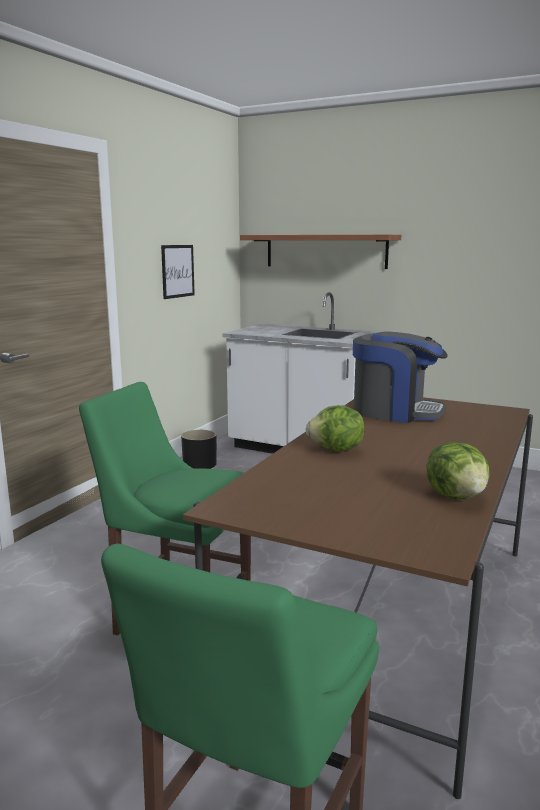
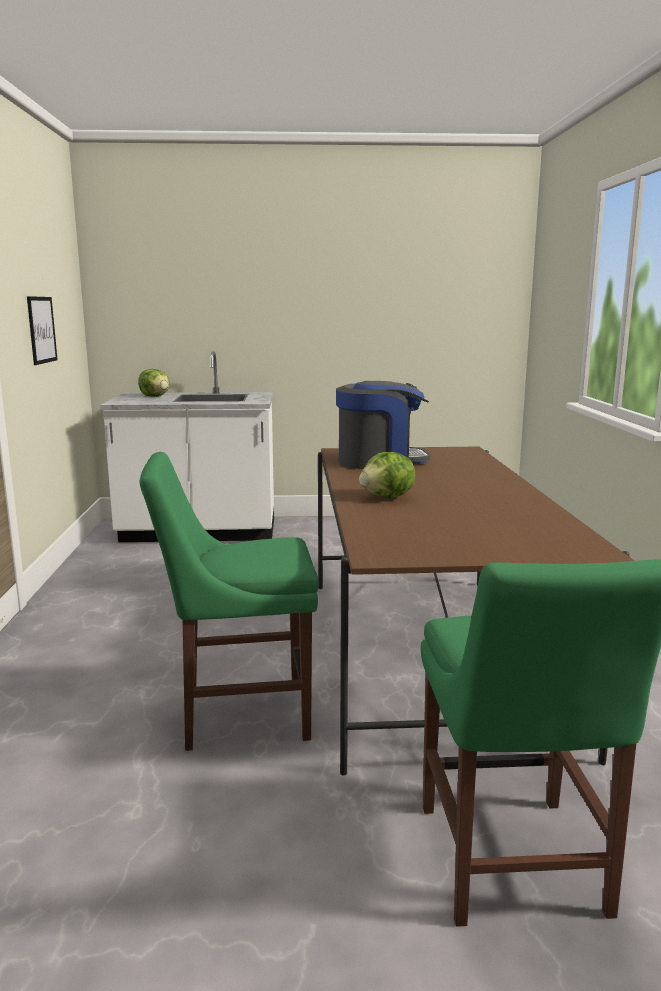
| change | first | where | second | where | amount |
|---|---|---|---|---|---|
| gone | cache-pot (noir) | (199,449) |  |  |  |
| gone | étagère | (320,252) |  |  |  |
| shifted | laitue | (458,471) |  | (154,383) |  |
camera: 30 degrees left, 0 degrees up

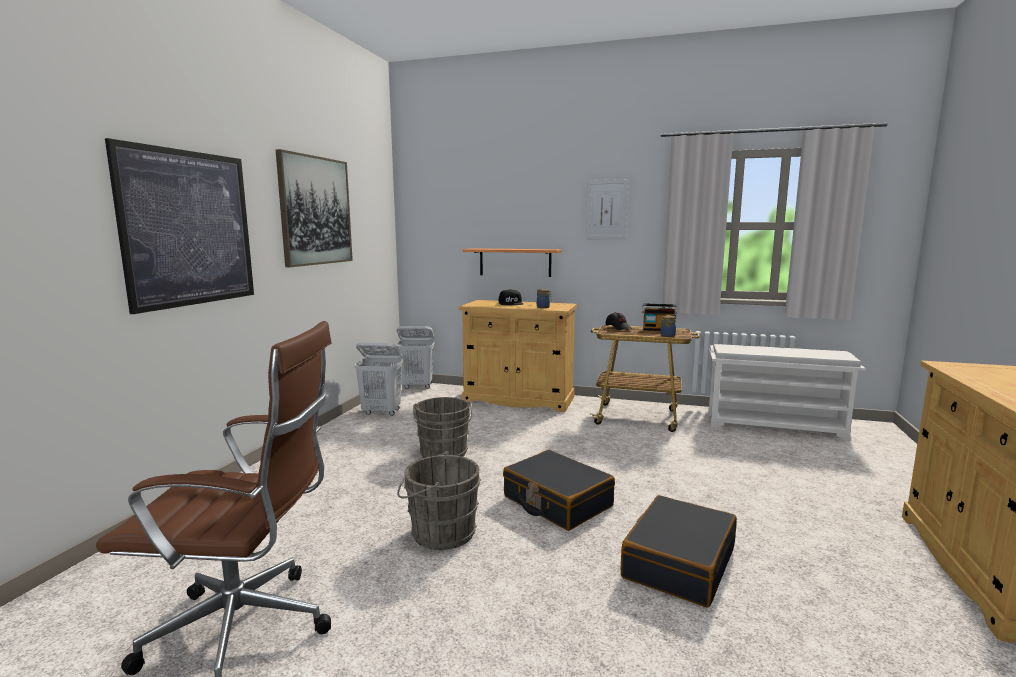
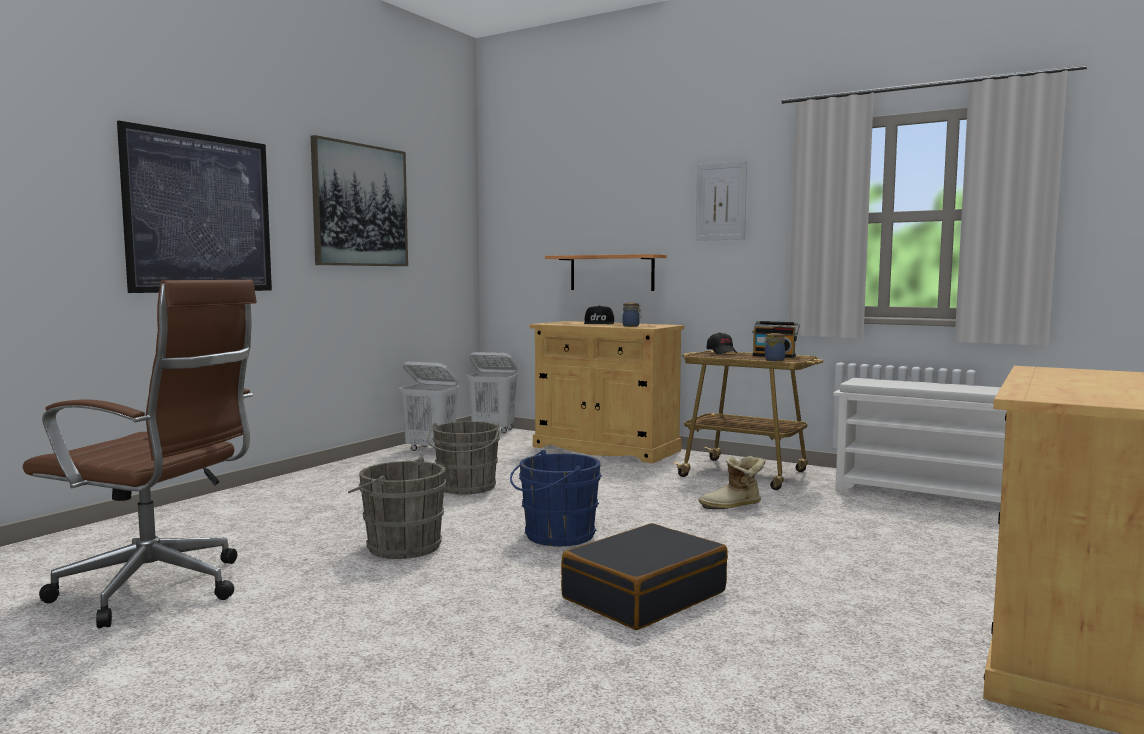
| change | first | where | second | where | amount |
|---|---|---|---|---|---|
| new |  |  | botte | (732,482) |  |
| swapped | valise (noir) | (559,490) | seau (bleu) | (556,498) |  |
camera: 15 degrees right, 5 degrees down

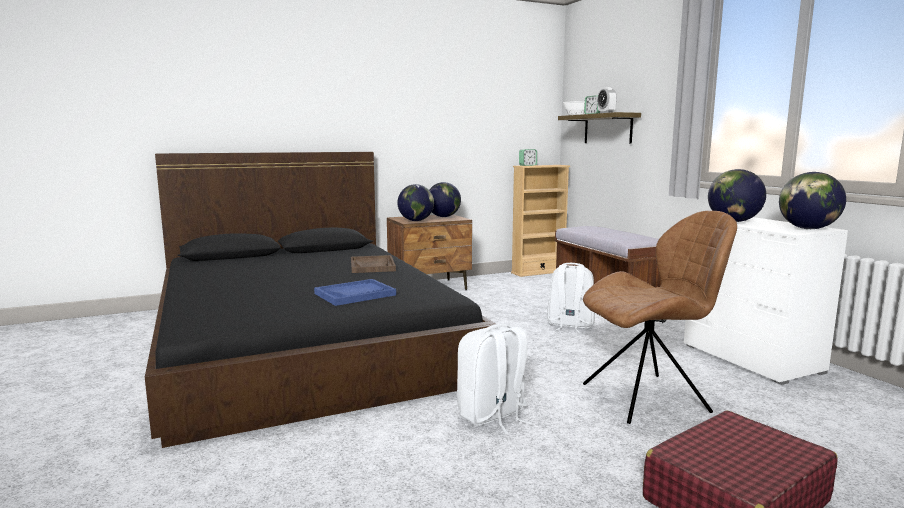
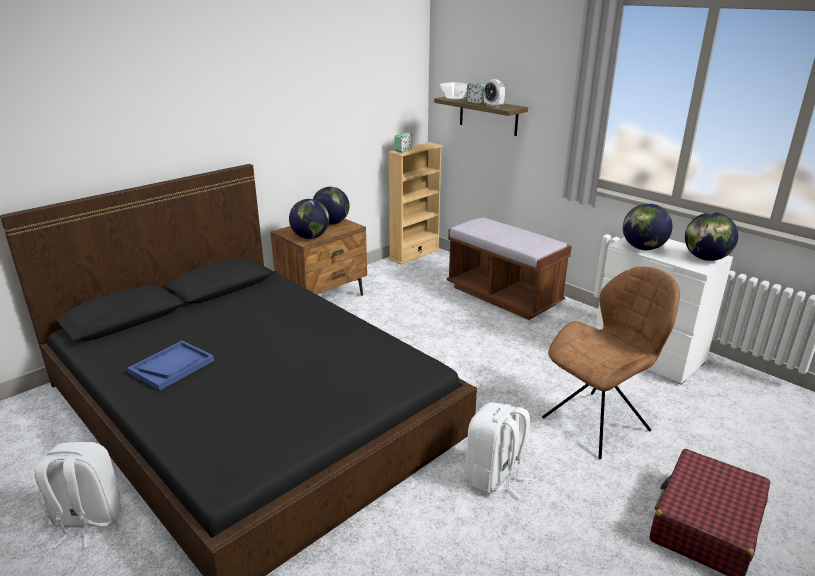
| change | first | where | second | where | amount |
|---|---|---|---|---|---|
| gone | plateau (marron) | (373,264) |  |  |  |
| shifted | plateau (bleu) | (355,292) |  | (170,366) |  |
| shifted | sac à dos (blanc) | (571,298) |  | (78,495) |  |
camera: 20 degrees left, 15 degrees up

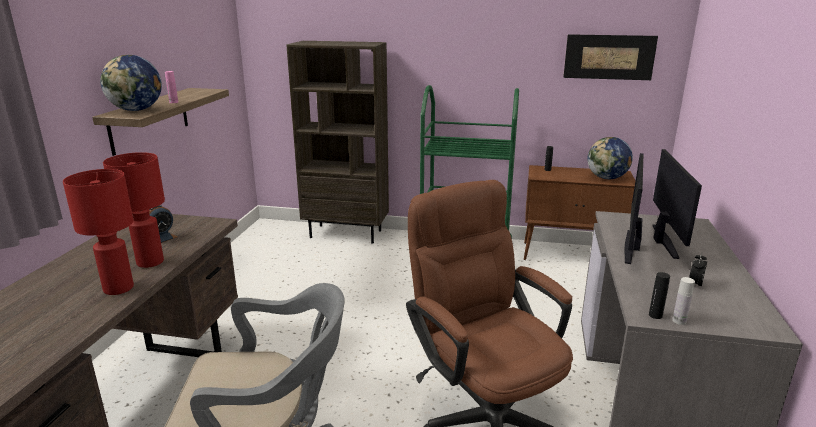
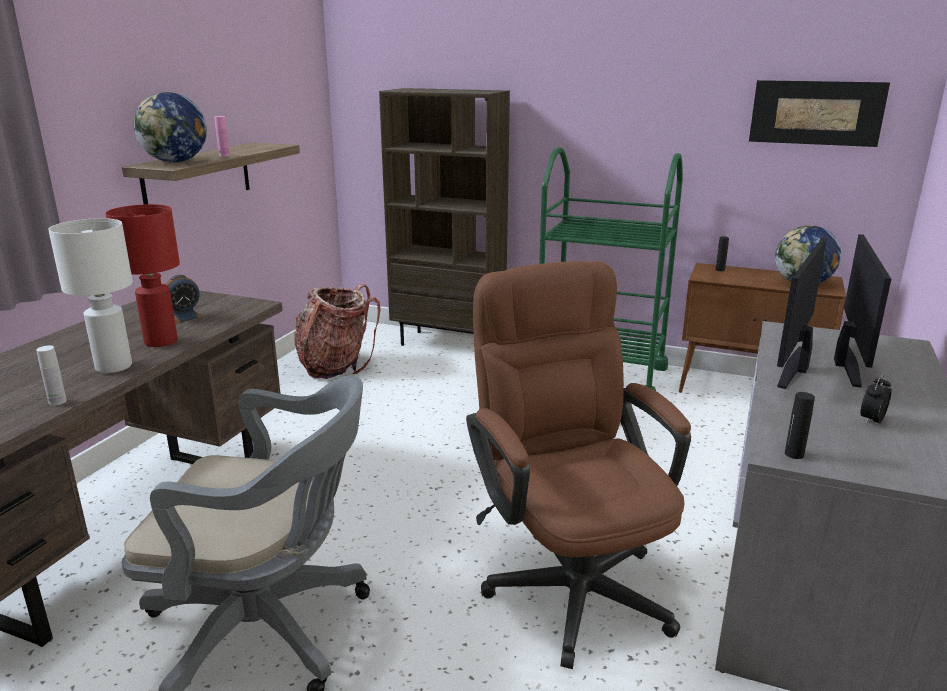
| change | first | where | second | where | amount |
|---|---|---|---|---|---|
| new |  |  | sac à dos | (337,331) |  |
| shifted | bouteille (blanc) | (683,301) |  | (51,375) |  |
| repainted | lampe de table (rouge) | (98,232) | lampe de table (blanc) | (90,295) |  |
camera: 10 degrees right, 0 degrees up

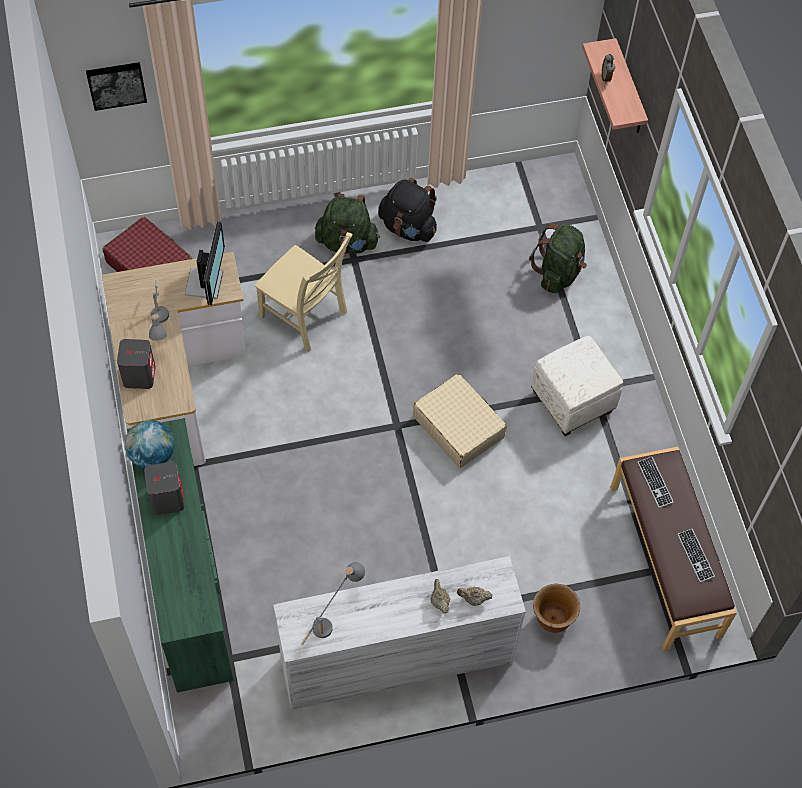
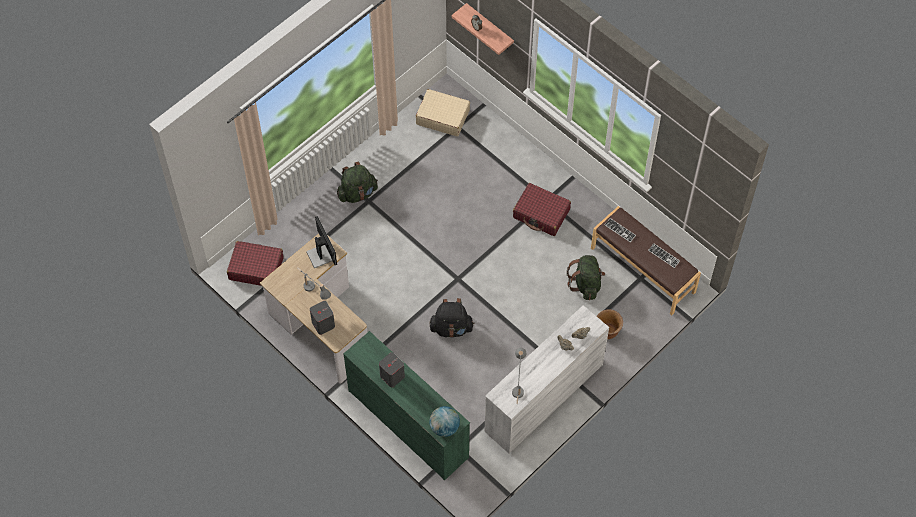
| change | first | where | second | where | amount |
|---|---|---|---|---|---|
| gone | tableau | (116,86) |  |  |  |
| gone | chaise (beige) | (303,292) |  |  |  |
| shifted | globe | (149,444) |  | (444,421) |  |
| shifted | sac à dos (noir) | (407,210) |  | (451,317) |  |
| shifted | valise (beige) | (460,421) |  | (443,112) |  |
| shifted | sac à dos (vert) | (558,258) |  | (586,277) |  |
| swapped | pouf (blanc) | (577,386) | valise (rouge) | (542,209) |  |
camera: 30 degrees left, 0 degrees up

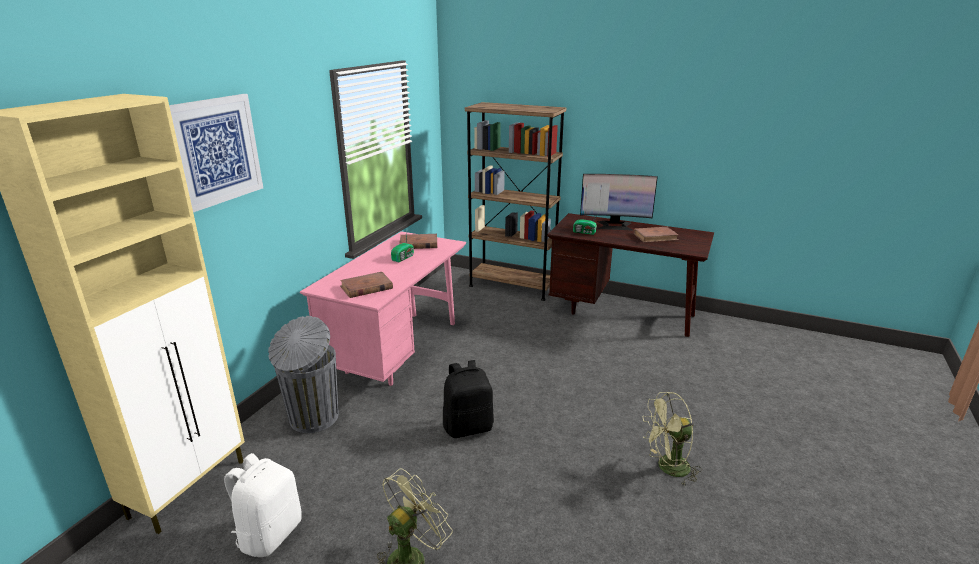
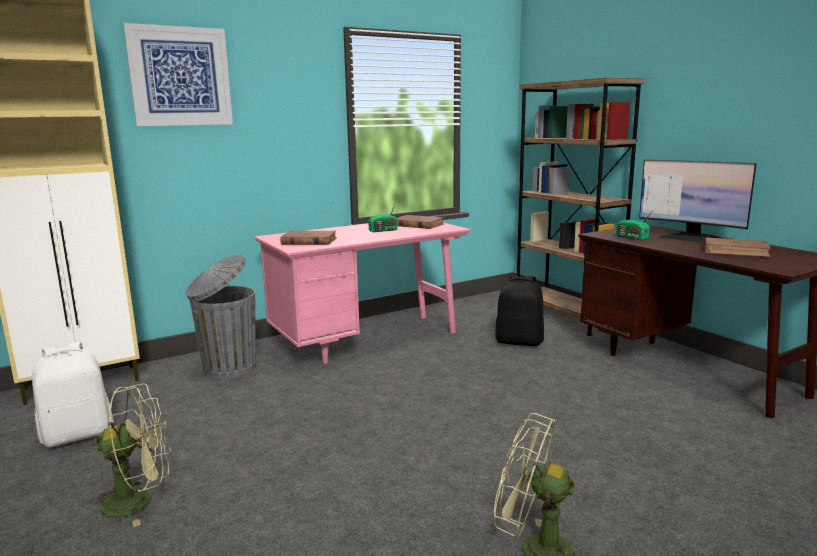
| change | first | where | second | where | amount |
|---|---|---|---|---|---|
| shifted | sac à dos (noir) | (468,399) |  | (519,310) |  |
camera: 35 degrees right, 10 degrees down

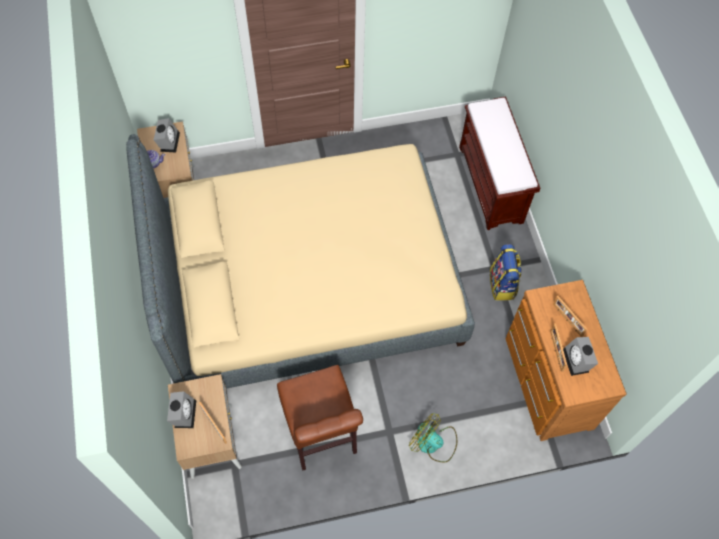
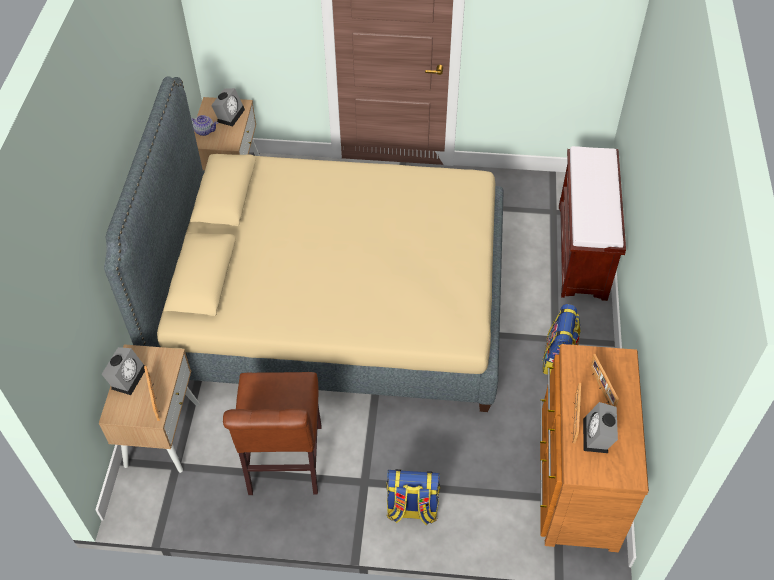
| change | first | where | second | where | amount |
|---|---|---|---|---|---|
| swapped | ventilateur | (433,437) | sac à dos | (413,497) |  |
camera: 20 degrees right, 10 degrees down

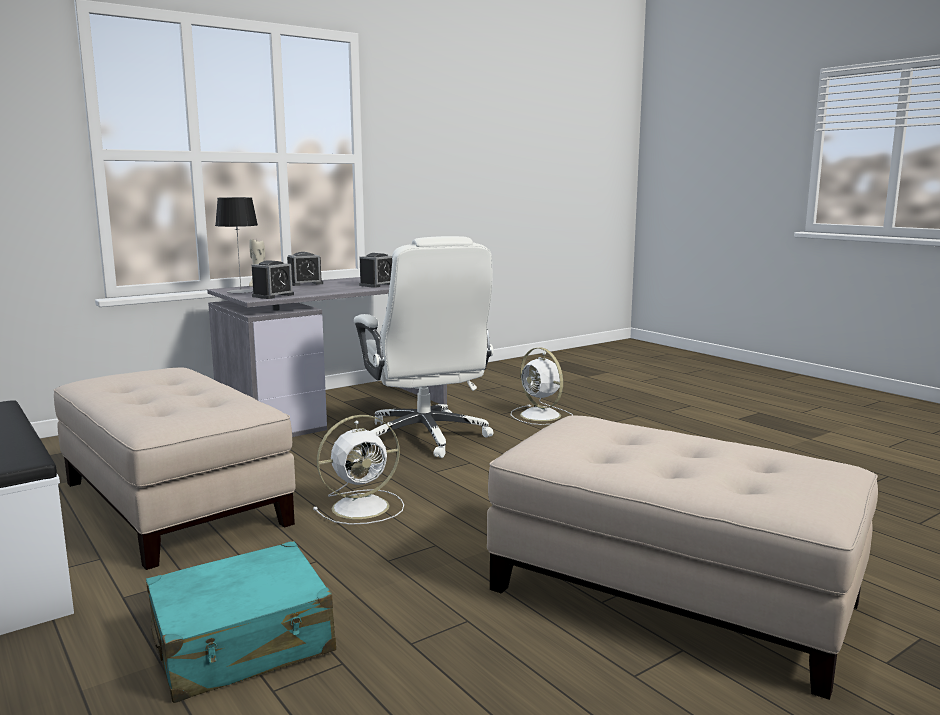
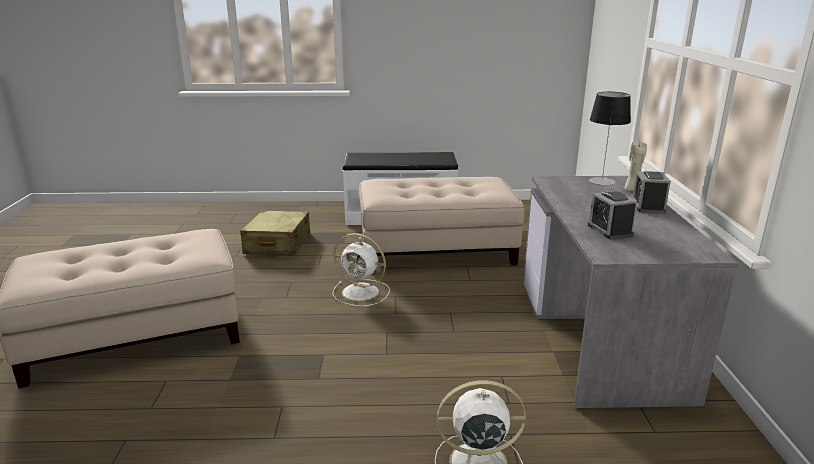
| change | first | where | second | where | amount |
|---|---|---|---|---|---|
| gone | réveil | (273,279) |  |  |  |
| gone | chaise de bureau (blanc) | (423,347) |  |  |  |
| repainted | valise (turquoise) | (241,622) | valise (beige) | (275,233) |  |
| rotated | ventilateur (blanc) | (358,470) |  | (361,269) | 75 degrees counterclockwise |
camera: 125 degrees right, 10 degrees up

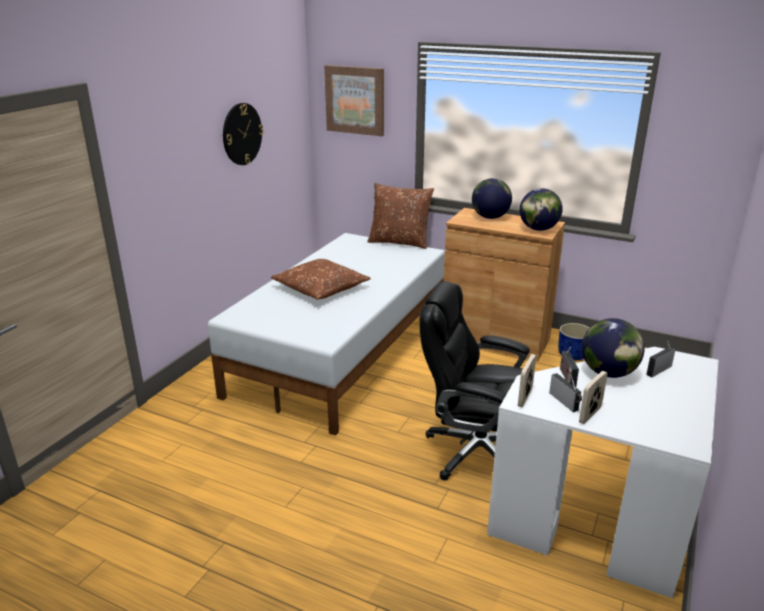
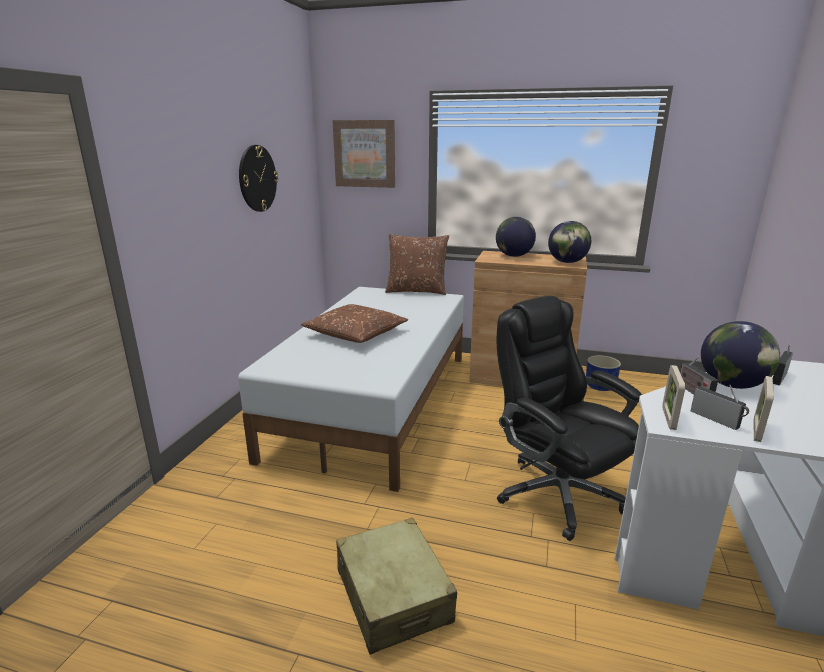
| change | first | where | second | where | amount |
|---|---|---|---|---|---|
| new |  |  | valise (beige) | (396,586) |  |
| rotated | chaise de bureau (noir) | (475,381) |  | (569,418) | 45 degrees clockwise |
camera: 10 degrees left, 5 degrees down

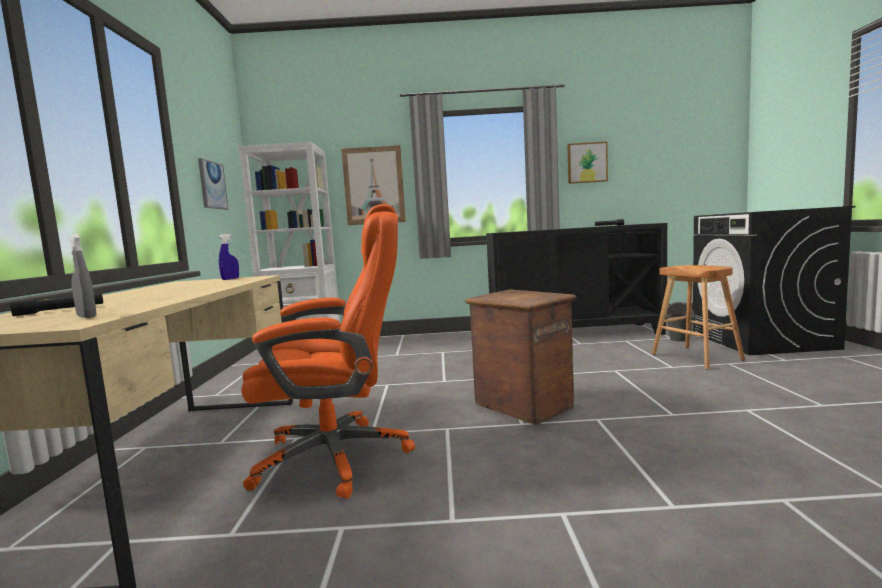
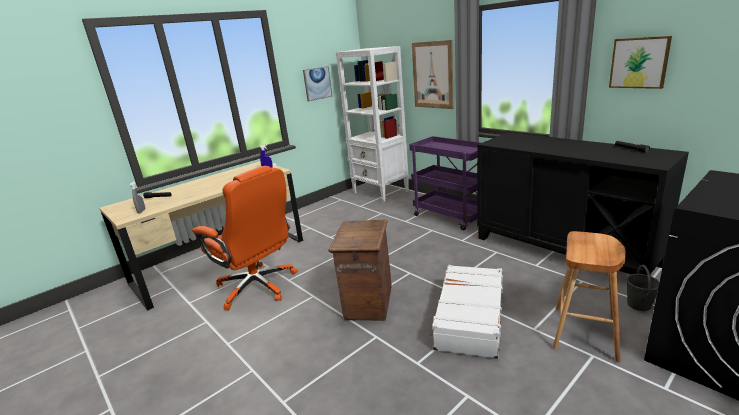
| change | first | where | second | where | amount |
|---|---|---|---|---|---|
| new |  |  | chariot (violet) | (444,183) |  |
| new |  |  | valise (blanc) | (466,312) |  |
camera: 50 degrees right, 15 degrees up

